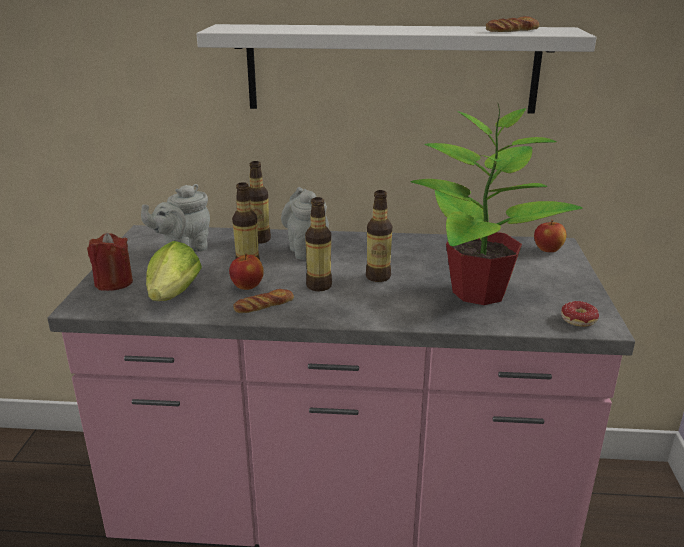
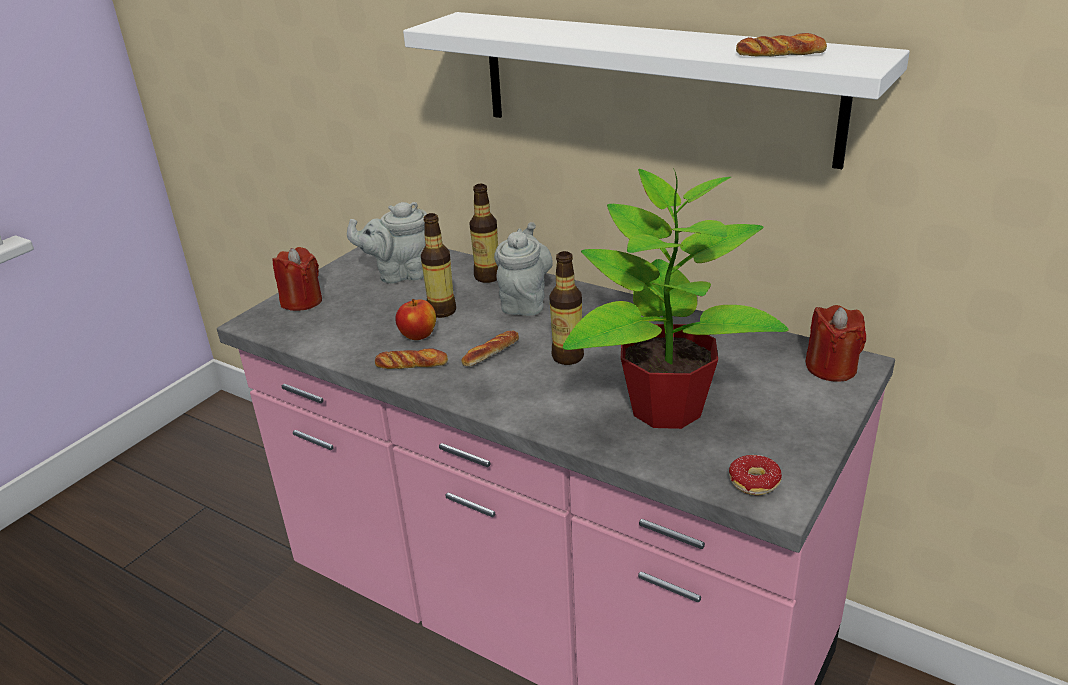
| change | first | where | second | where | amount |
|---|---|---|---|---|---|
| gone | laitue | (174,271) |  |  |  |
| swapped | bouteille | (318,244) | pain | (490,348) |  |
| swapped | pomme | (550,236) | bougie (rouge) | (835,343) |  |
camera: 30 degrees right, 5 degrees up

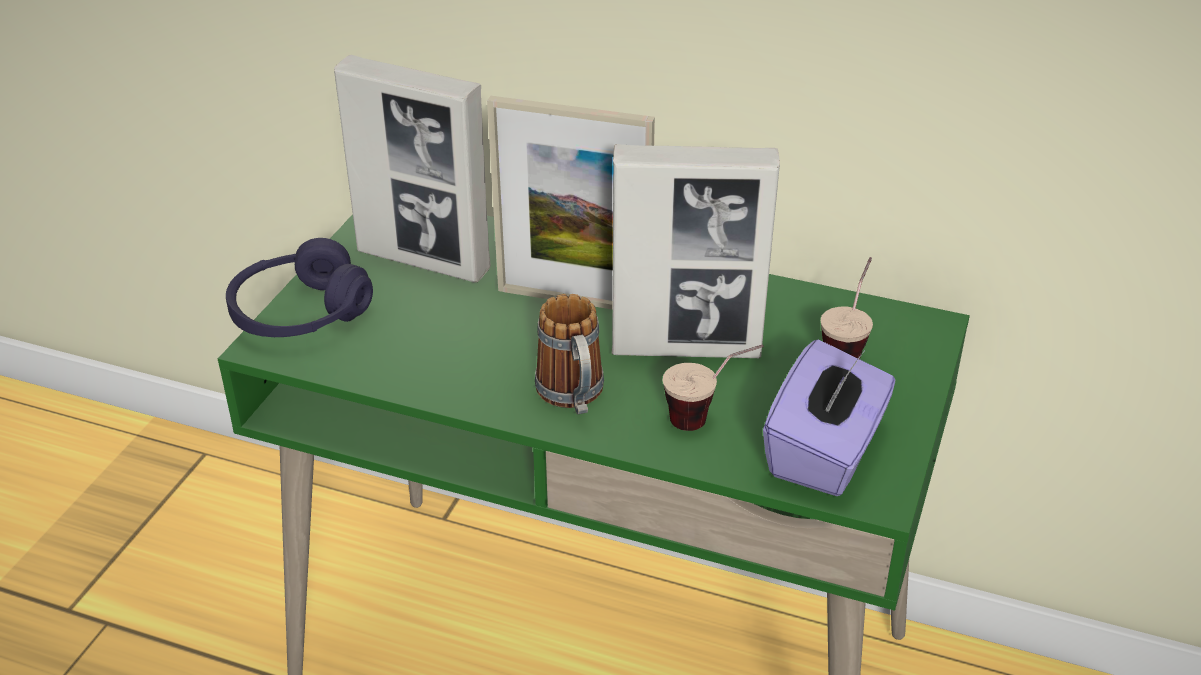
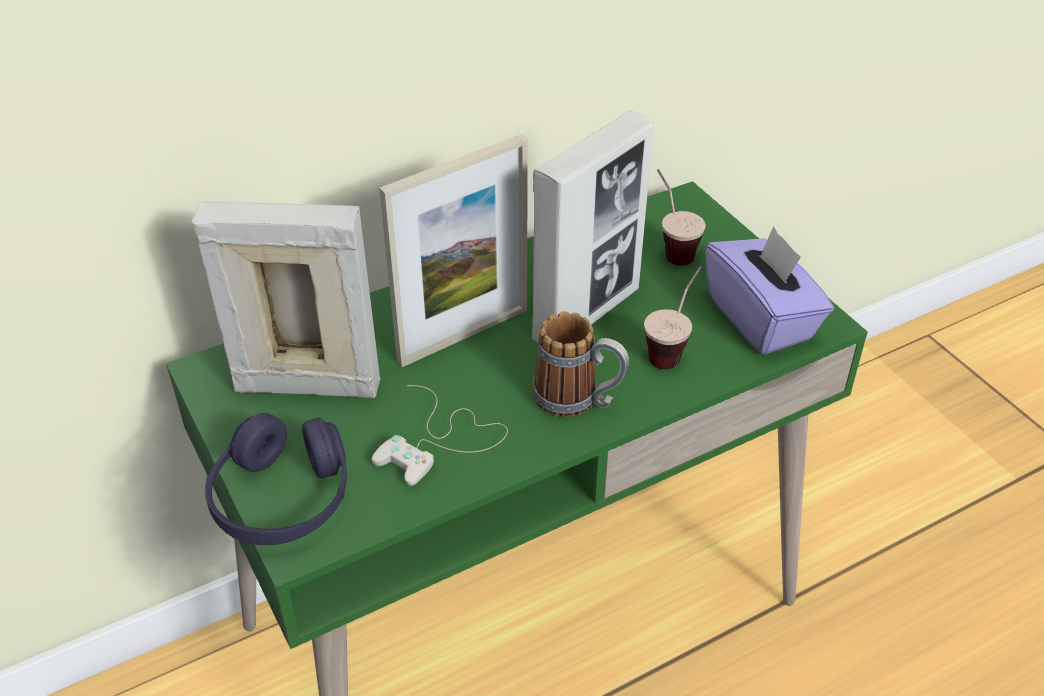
| change | first | where | second | where | amount |
|---|---|---|---|---|---|
| new |  |  | manette (blanc) | (439,435) |  |
| rotated | cadre photo | (412,169) |  | (286,299) | 150 degrees counterclockwise |
camera: 50 degrees left, 5 degrees up

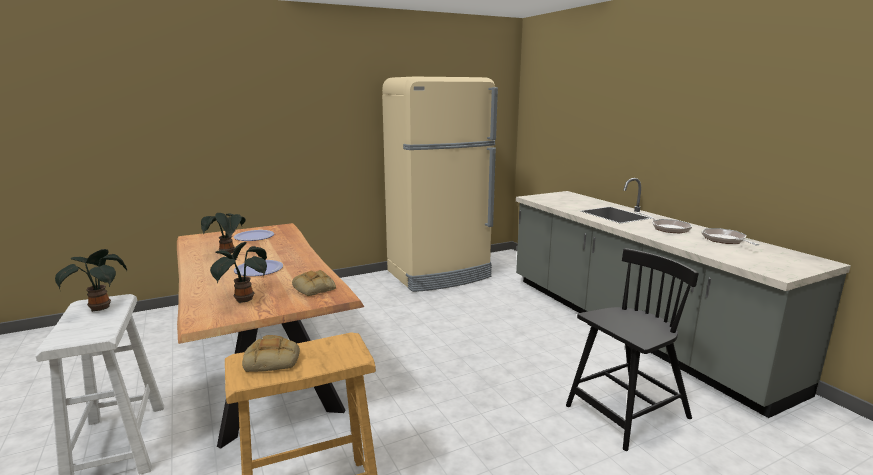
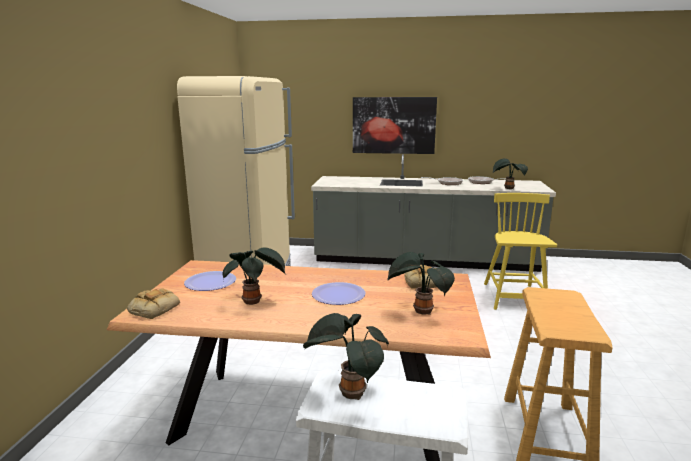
| change | first | where | second | where | amount |
|---|---|---|---|---|---|
| new |  |  | tableau | (395,125) |  |
| new |  |  | plante en pot | (510,173) |  |
| shifted | pain | (271,353) |  | (153,303) |  |
| repainted | chaise (noir) | (632,349) | chaise (jaune) | (520,251) |  |
camera: 55 degrees left, 0 degrees up

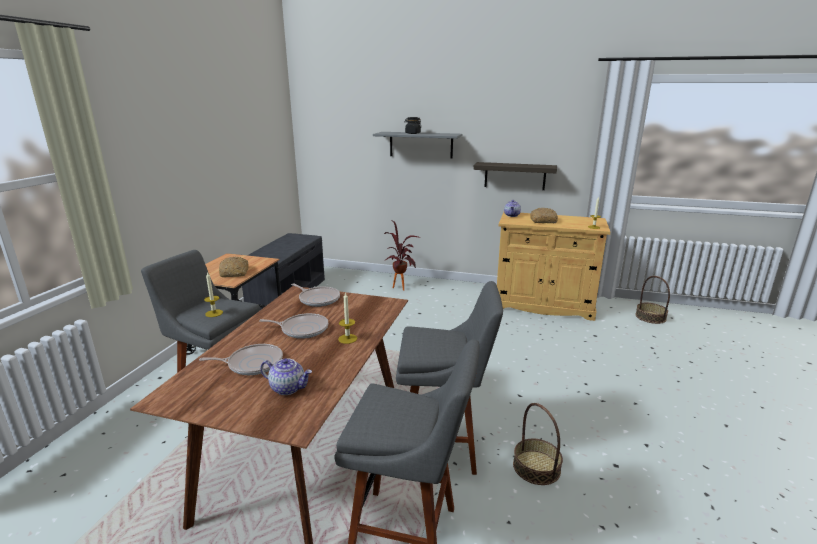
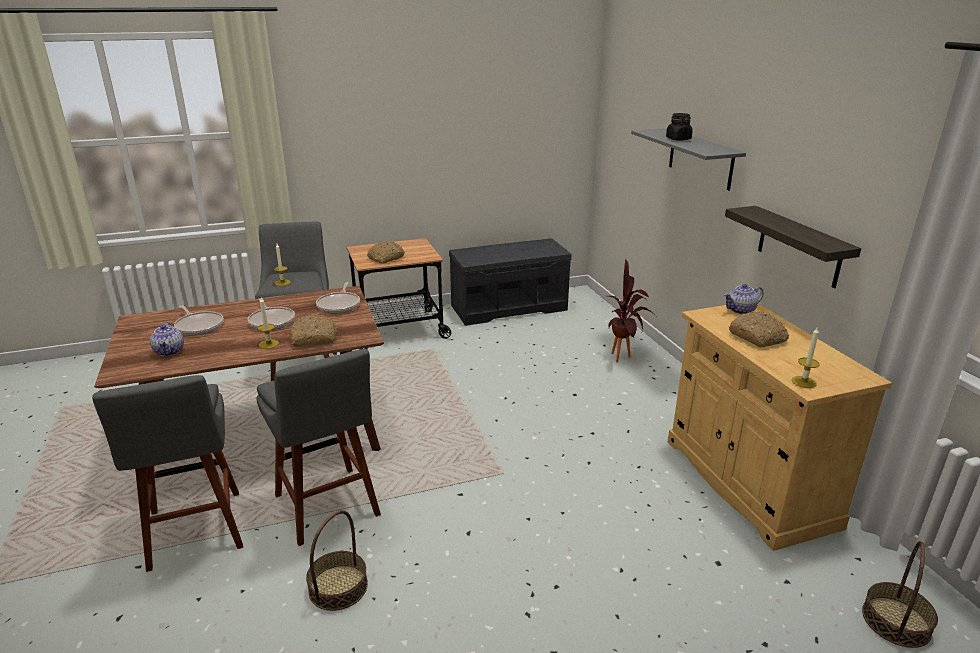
| change | first | where | second | where | amount |
|---|---|---|---|---|---|
| new |  |  | pain | (314,331) |  |
camera: 55 degrees right, 5 degrees up

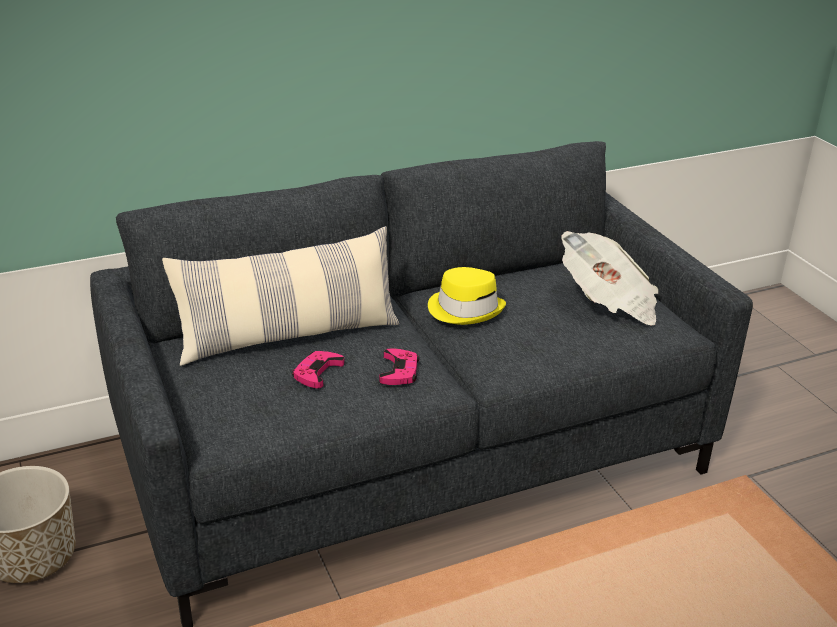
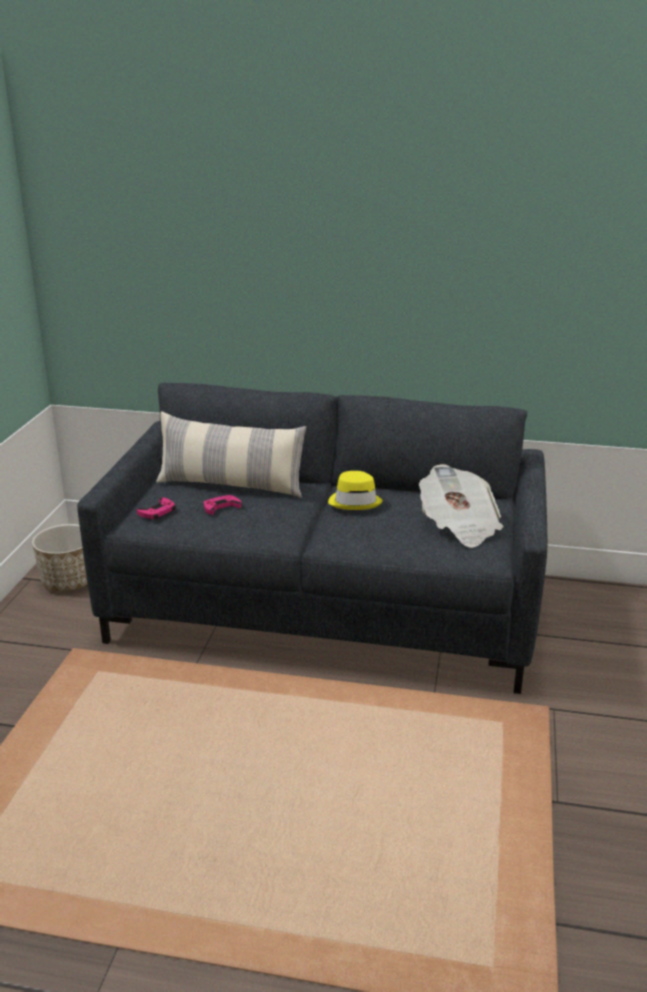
| change | first | where | second | where | amount |
|---|---|---|---|---|---|
| shifted | manette (rose) | (399,367) |  | (156,508) |  |
camera: 35 degrees right, 5 degrees down

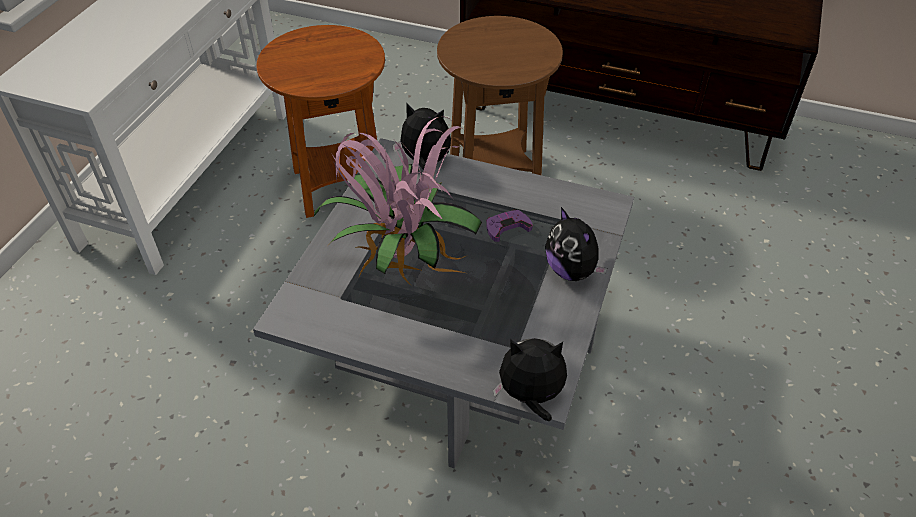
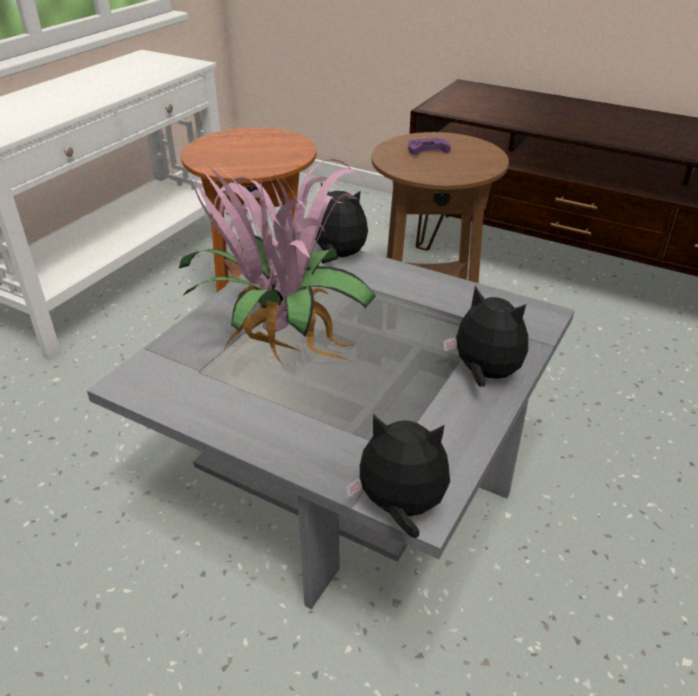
| change | first | where | second | where | amount |
|---|---|---|---|---|---|
| shifted | manette (violet) | (509,225) |  | (429,146) |  |
| rotated | peluche | (576,244) |  | (485,336) | 150 degrees clockwise |
camera: 10 degrees right, 10 degrees down

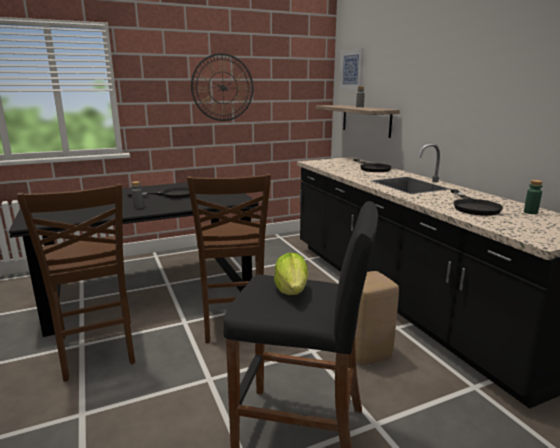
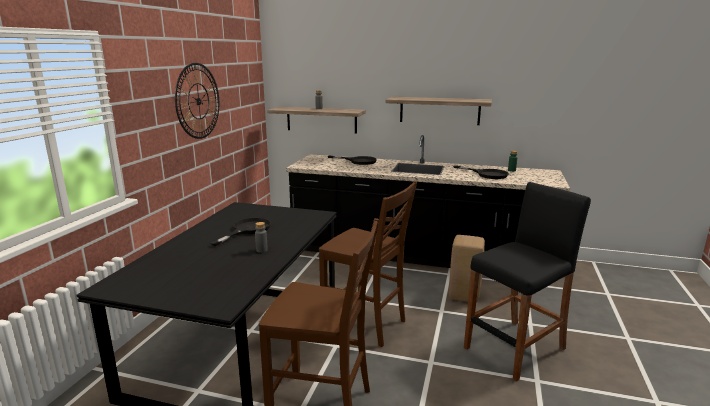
| change | first | where | second | where | amount |
|---|---|---|---|---|---|
| gone | laitue | (291,273) |  |  |  |
| gone | tableau | (351,68) |  |  |  |
| new |  |  | étagère | (438,111) |  |
camera: 50 degrees left, 0 degrees up

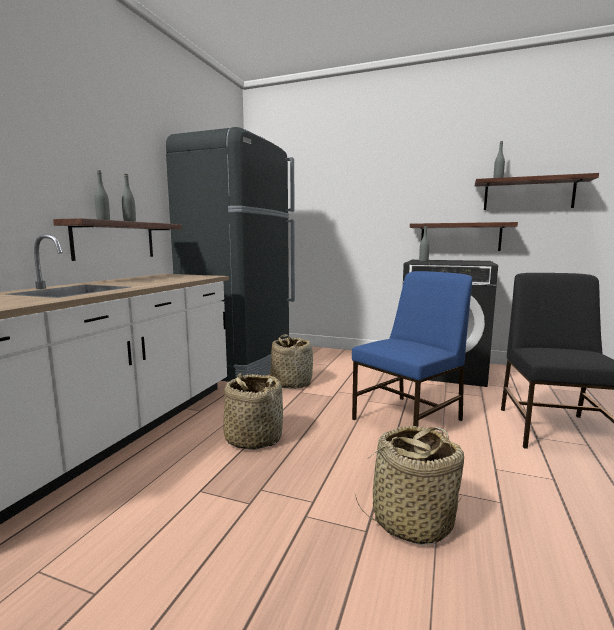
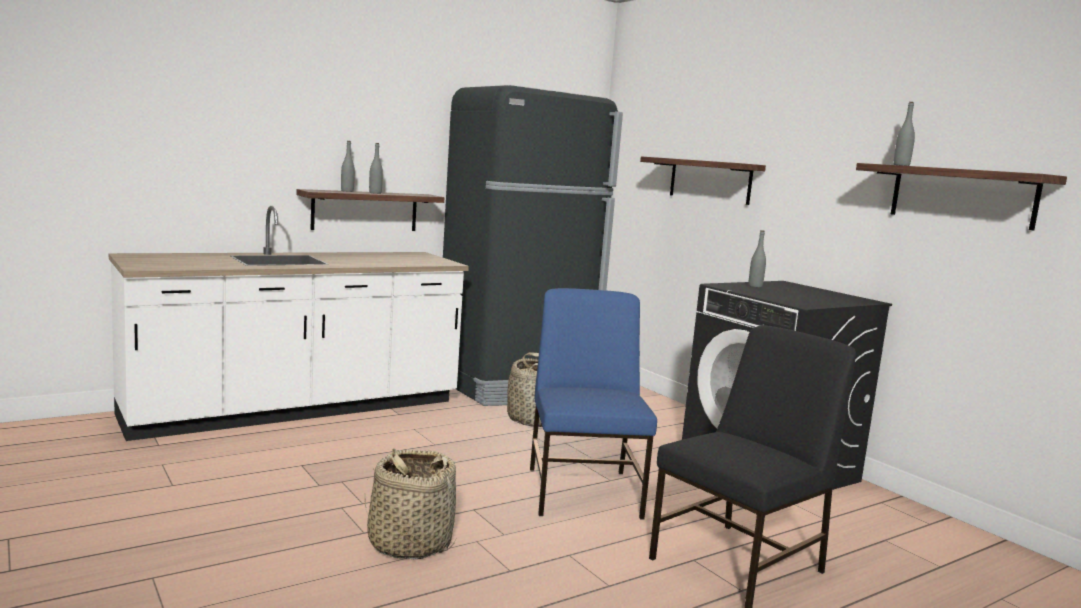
| change | first | where | second | where | amount |
|---|---|---|---|---|---|
| gone | panier | (253,411) |  |  |  |
| shifted | étagère | (464,236) |  | (703,180) |  |
| rotated | chaise (bleu) | (412,349) |  | (593,404) | 90 degrees counterclockwise |
camera: 35 degrees right, 0 degrees up

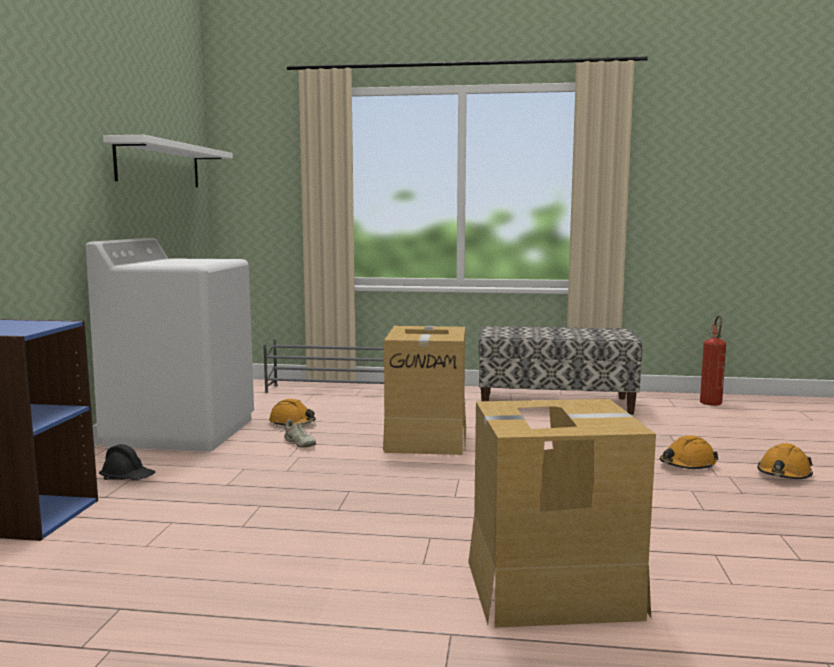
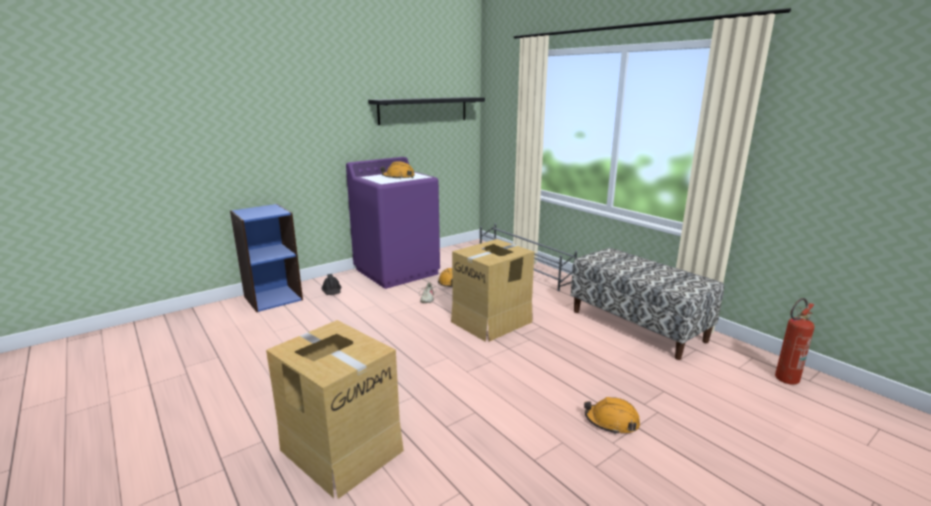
| change | first | where | second | where | amount |
|---|---|---|---|---|---|
| shifted | casque de chantier (orange) | (785,461) |  | (398,170) |  |
| repainted | lave-linge (blanc) | (169,345) | lave-linge (violet) | (393,223) |  |
| repainted | étagère (blanc) | (168,161) | étagère (noir) | (426,111) |  |
camera: 45 degrees right, 10 degrees up

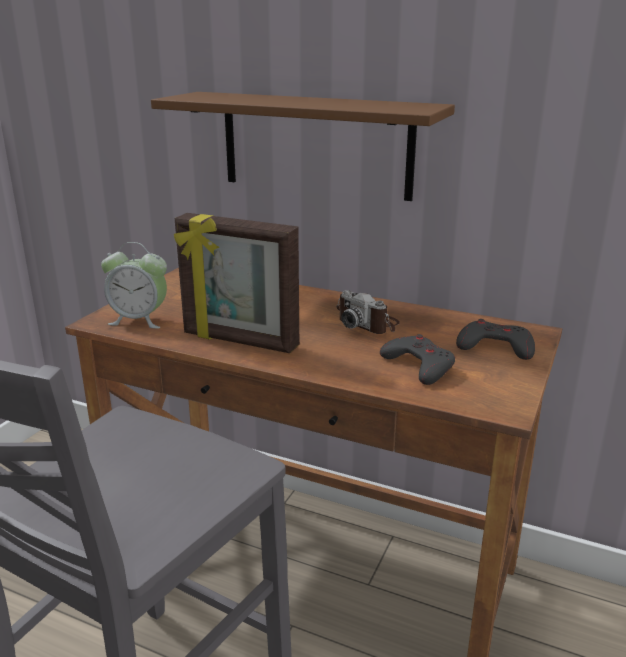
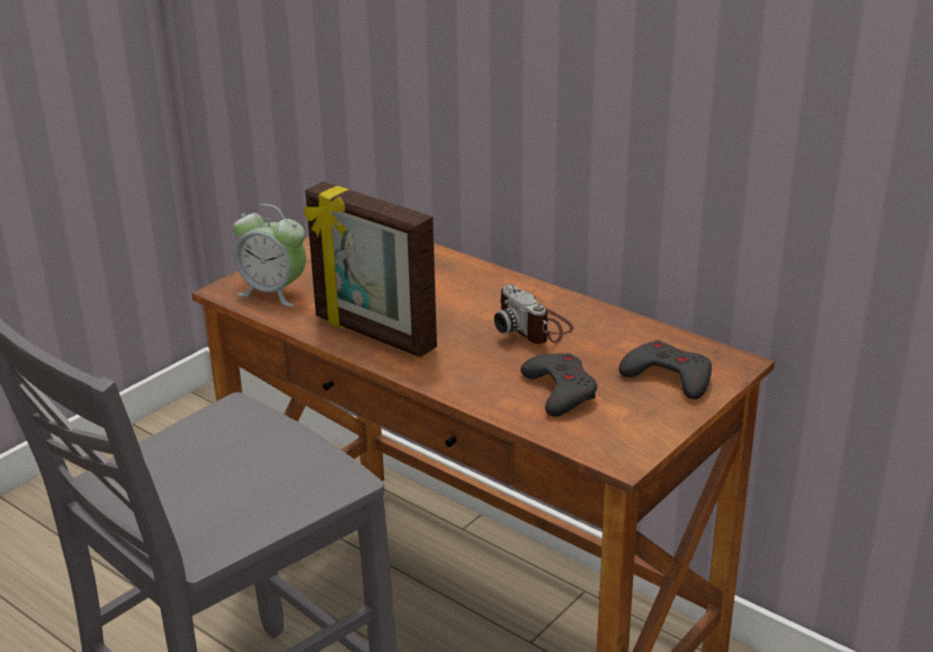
| change | first | where | second | where | amount |
|---|---|---|---|---|---|
| gone | étagère (marron) | (303,146) |  |  |  |
camera: 15 degrees right, 5 degrees up

